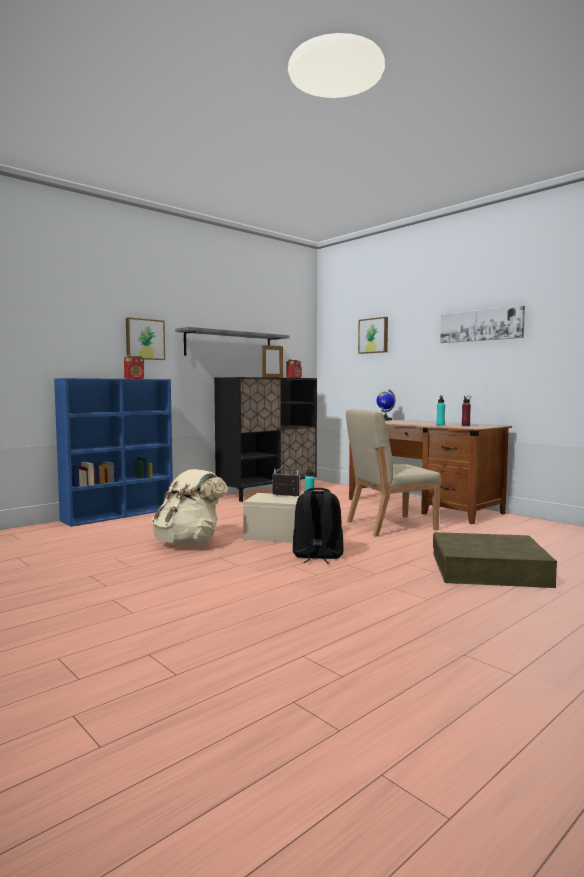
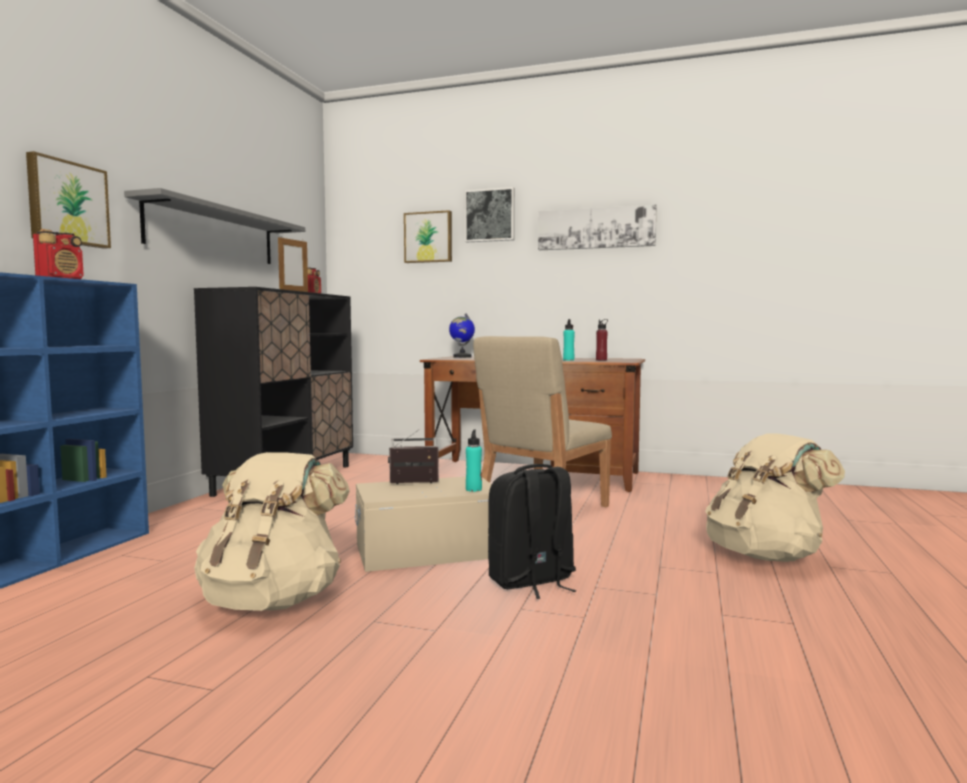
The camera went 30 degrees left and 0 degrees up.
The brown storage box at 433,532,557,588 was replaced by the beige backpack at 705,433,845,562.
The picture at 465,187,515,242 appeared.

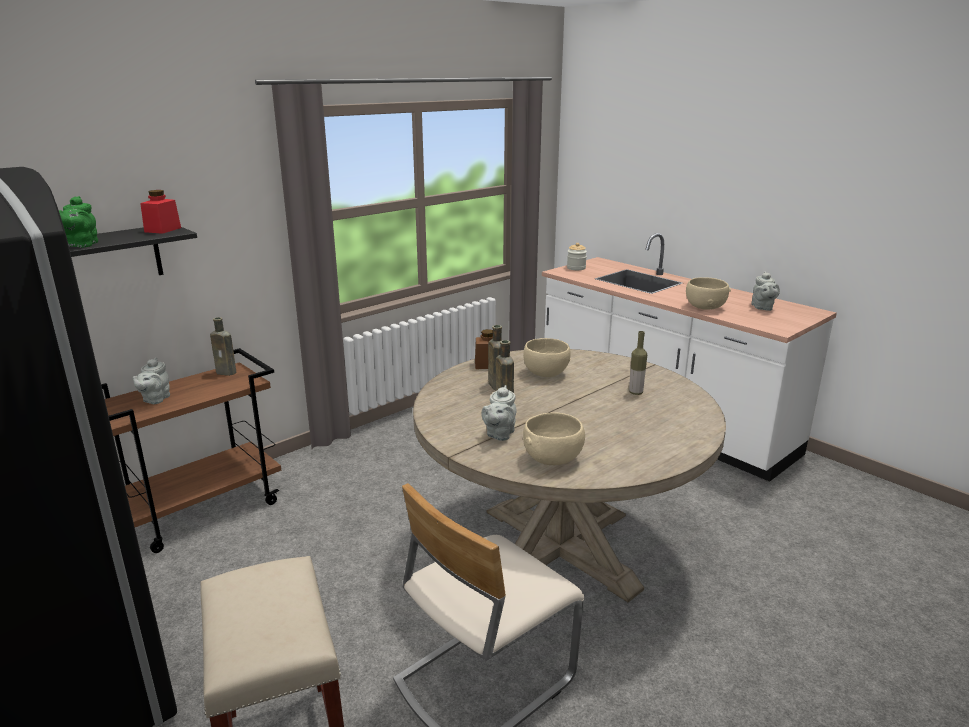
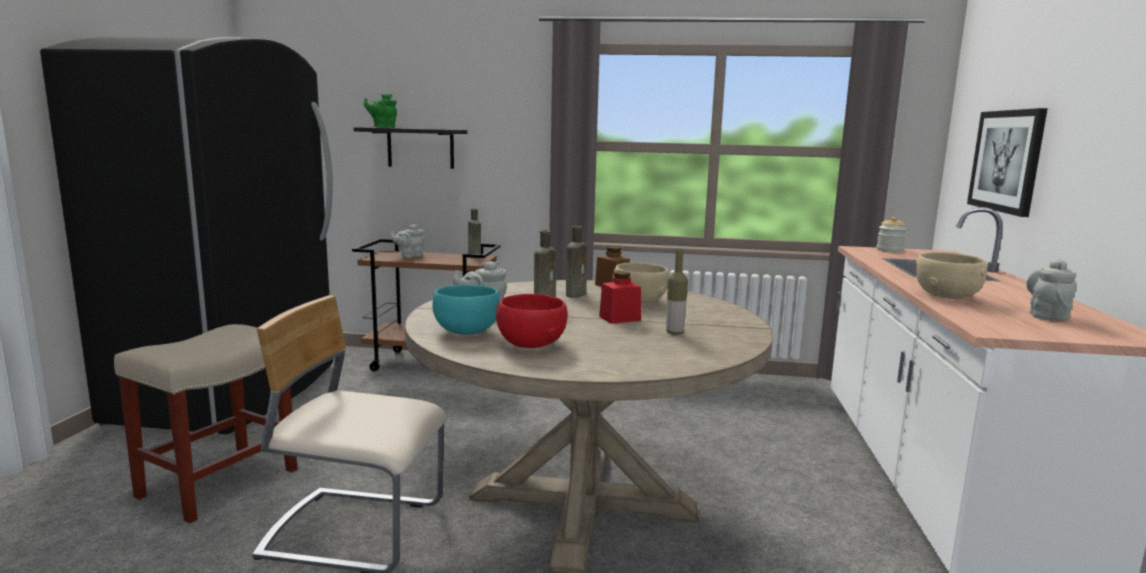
The camera went 50 degrees right and 10 degrees down.
The red jar moved from 140,190,181,234 to 599,271,641,324.
The grey teapot at 751,272,780,311 turned 150 degrees clockwise.
The beige bowl at 523,413,585,465 became the turquoise bowl at 432,285,500,335.
The picture at 967,108,1048,217 appeared.
The red bowl at 496,294,567,348 appeared.

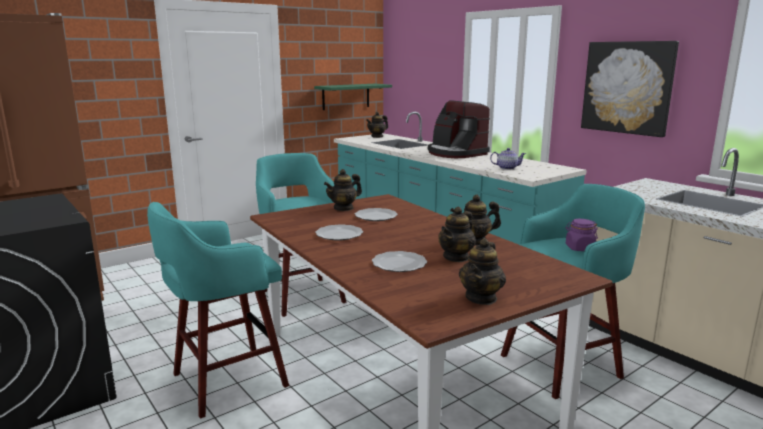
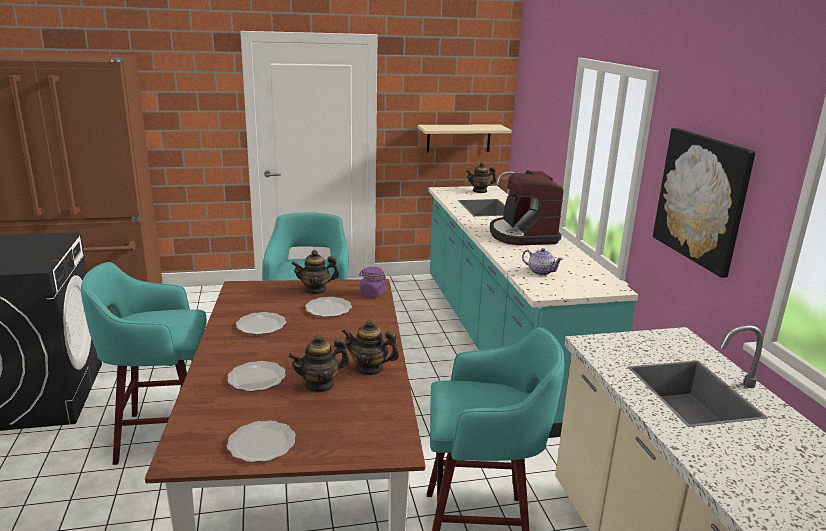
The camera went 25 degrees right and 5 degrees up.
The green shelf at 314,84,392,110 became the beige shelf at 418,125,512,152.
The purple jar moved from 565,219,598,251 to 359,267,387,297.
The teapot at 459,238,506,305 was replaced by the plate at 227,421,296,462.

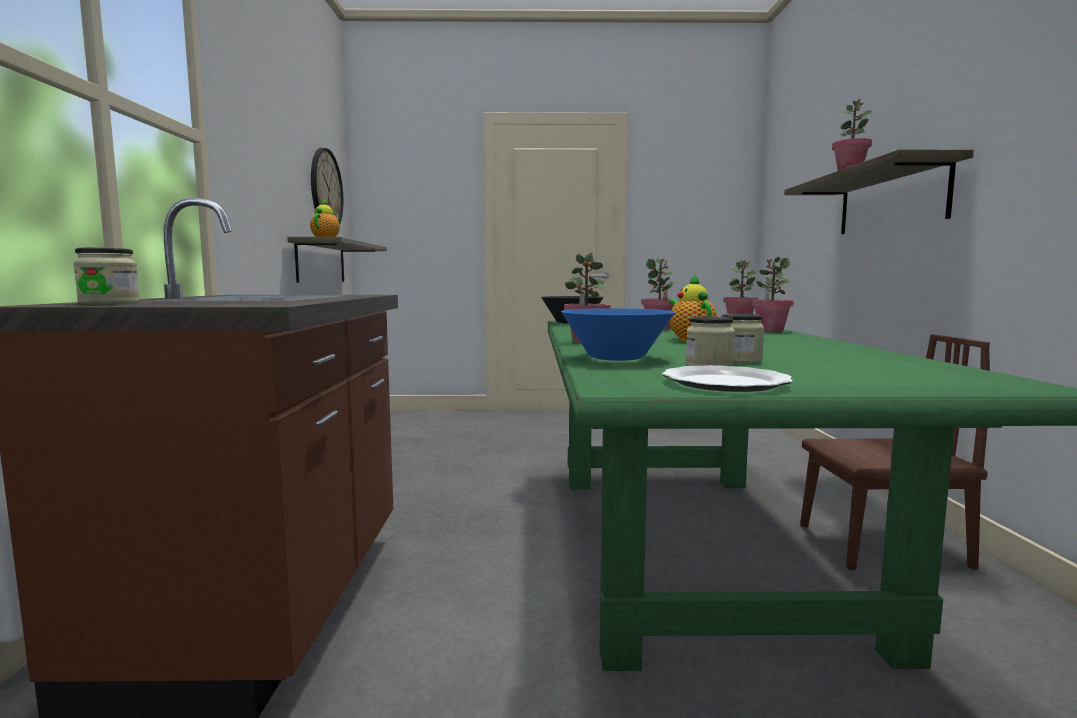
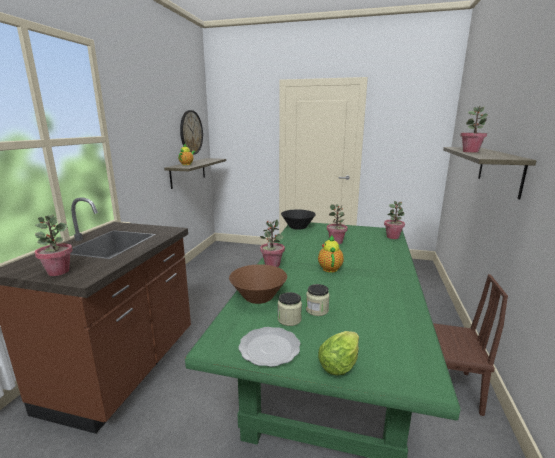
The camera went 15 degrees right and 10 degrees up.
The jar at 73,248,140,304 disappeared.
The potted plant moved from 752,257,794,332 to 34,214,73,276.
The blue bowl at 561,308,675,361 became the brown bowl at 229,264,287,304.
The lettuce at 318,331,359,375 appeared.

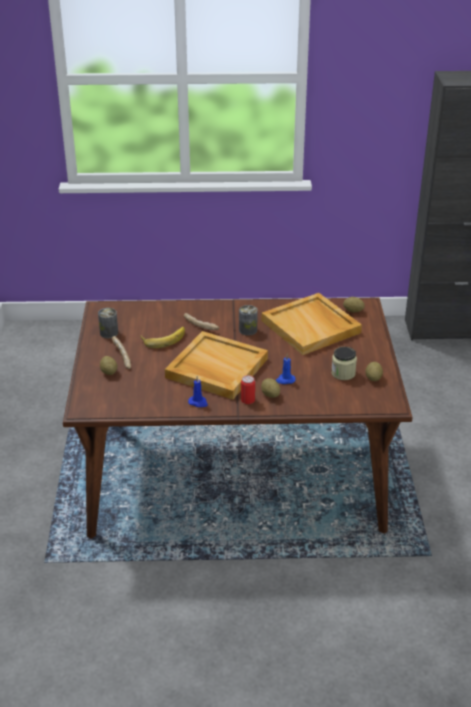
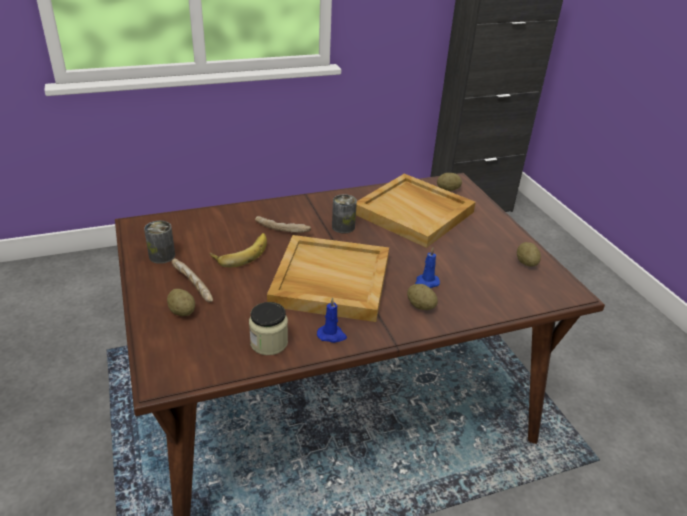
The camera went 20 degrees left and 0 degrees up.
The jar moved from 331,347,357,380 to 249,302,288,355.
The can at 241,375,255,404 disappeared.

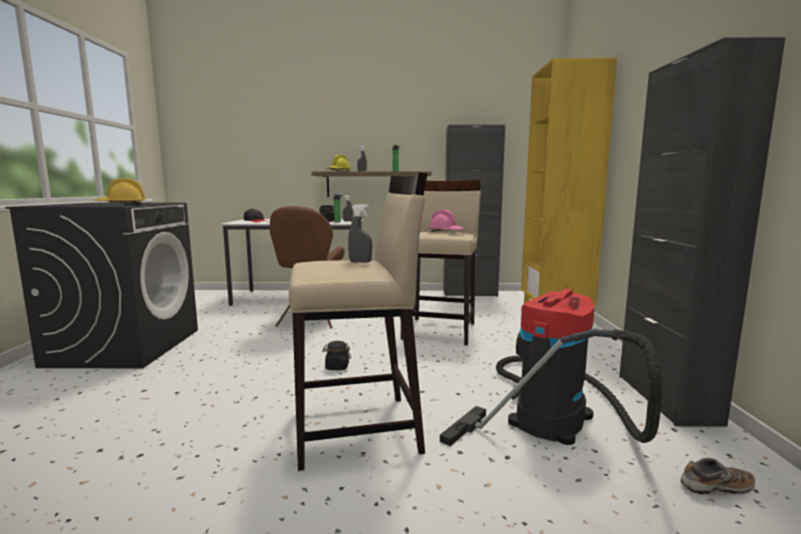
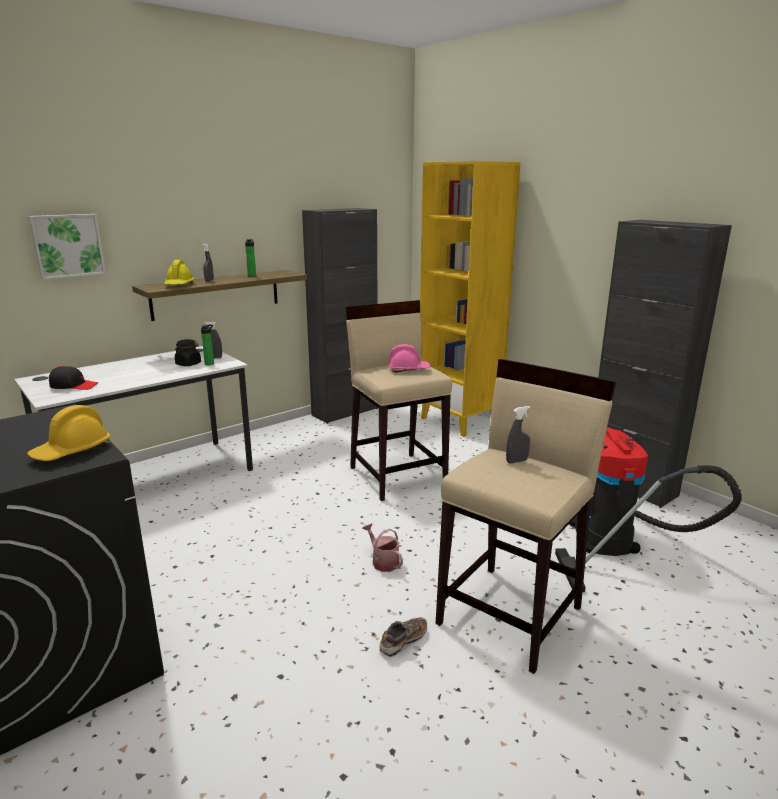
The camera went 40 degrees left and 10 degrees up.
The brown chair at 270,206,345,328 disappeared.
The black jar at 322,341,351,370 was replaced by the watering can at 362,523,403,572.
The shoe moved from 680,458,755,495 to 379,617,427,657.
The picture at 29,214,106,280 appeared.

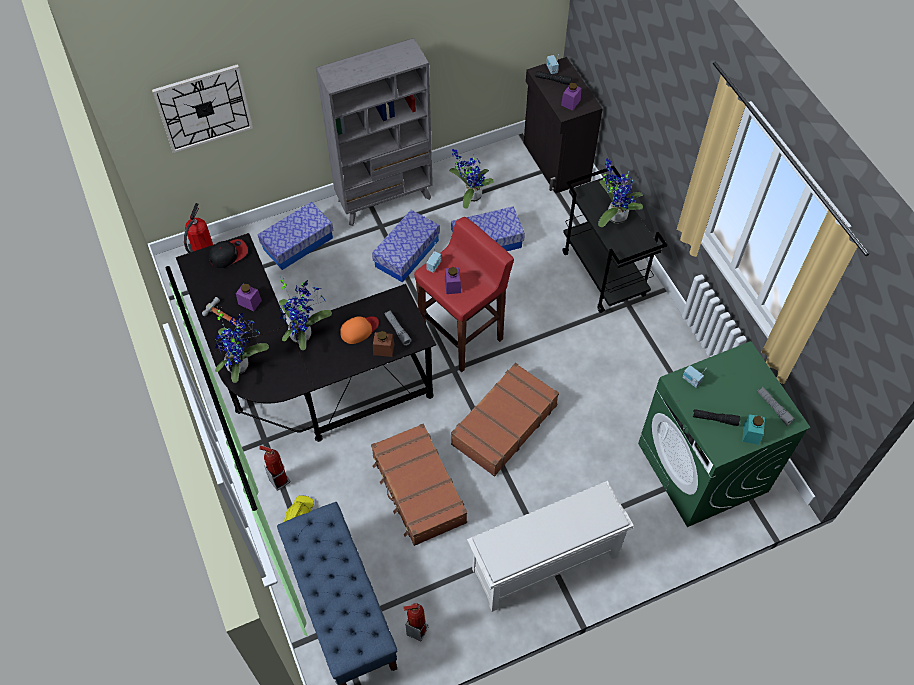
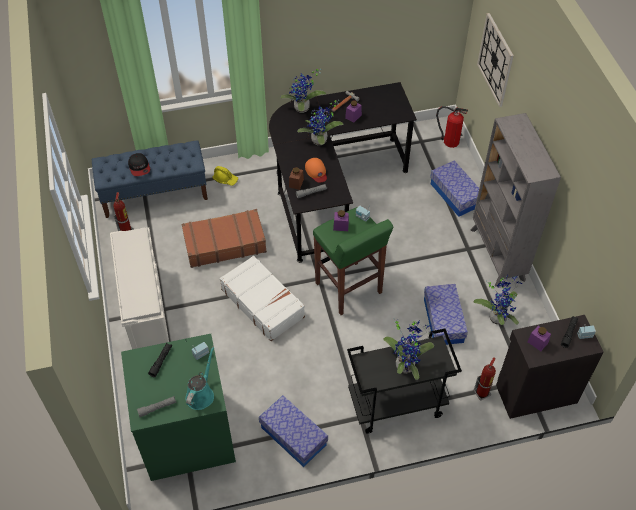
The camera went 100 degrees right and 5 degrees down.
The storage box moved from 372,210,440,283 to 259,395,328,467.
The red stool at 414,217,514,372 became the green stool at 313,207,393,315.
The cap moved from 209,239,248,268 to 128,153,150,176.
The brown suitcase at 451,363,559,477 became the white suitcase at 220,256,305,341.
The turquoise jar at 742,414,765,445 disappeared.
The fire extinguisher moved from 259,445,291,491 to 474,357,496,401.
The turquoise watering can at 185,346,214,410 appeared.

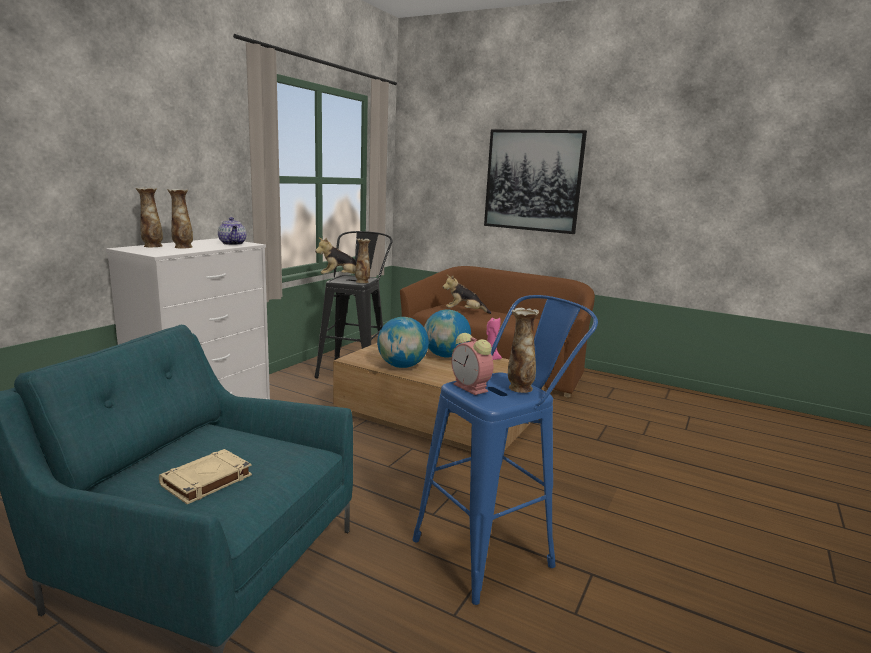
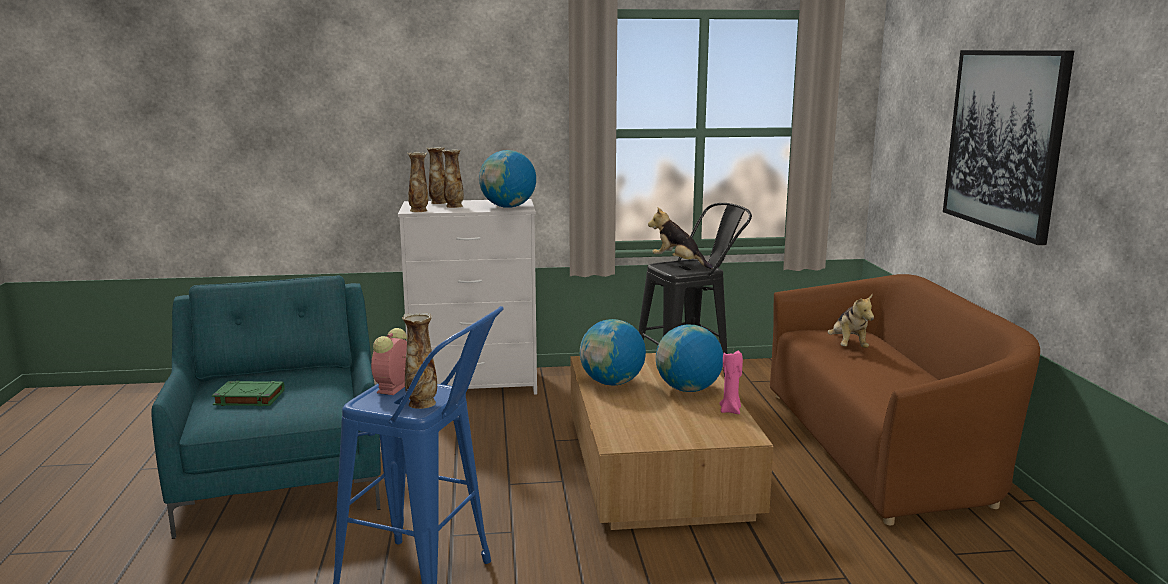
The camera went 55 degrees right and 0 degrees up.
The teapot at 218,217,247,245 was replaced by the globe at 479,150,536,208.
The vase moved from 355,239,371,283 to 407,152,428,212.
The plush toy at 443,275,491,314 turned 150 degrees counterclockwise.
The beige book at 159,449,252,504 became the green book at 212,381,284,406.

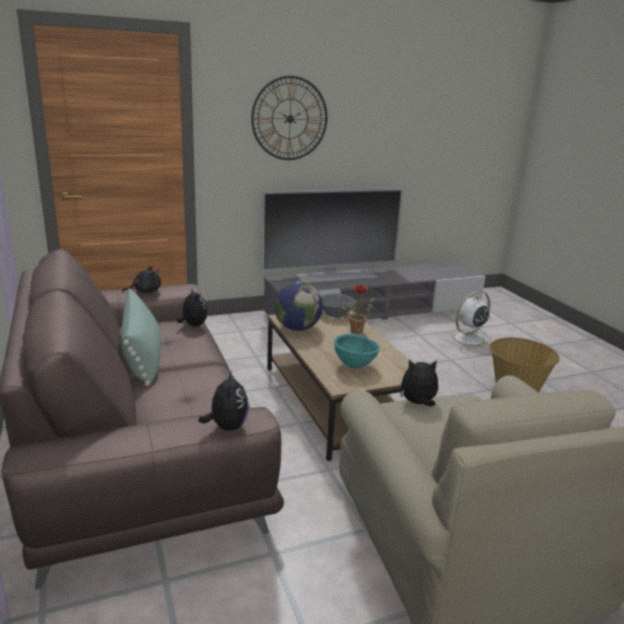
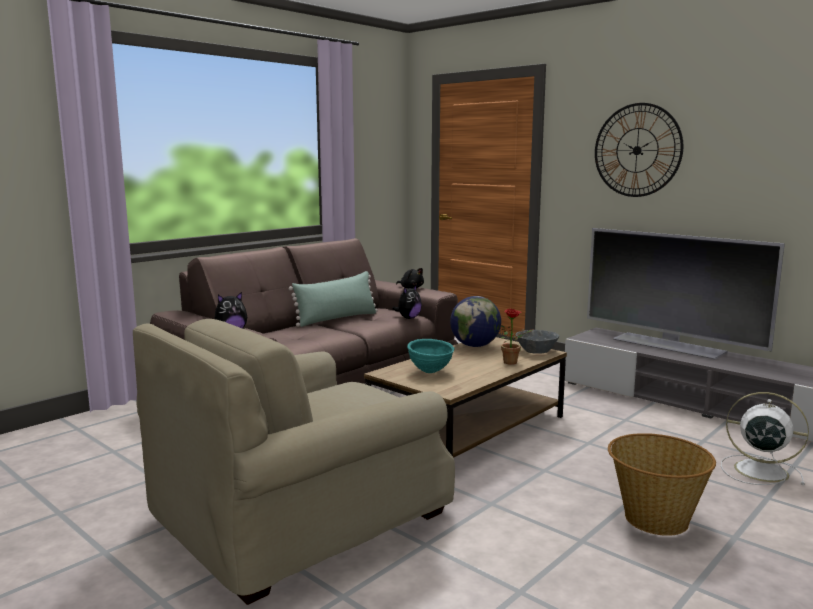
The camera went 65 degrees right and 10 degrees down.
The plush toy at 400,360,438,406 disappeared.

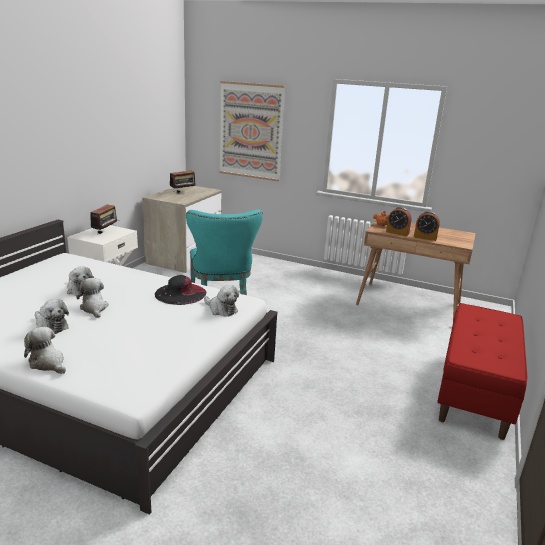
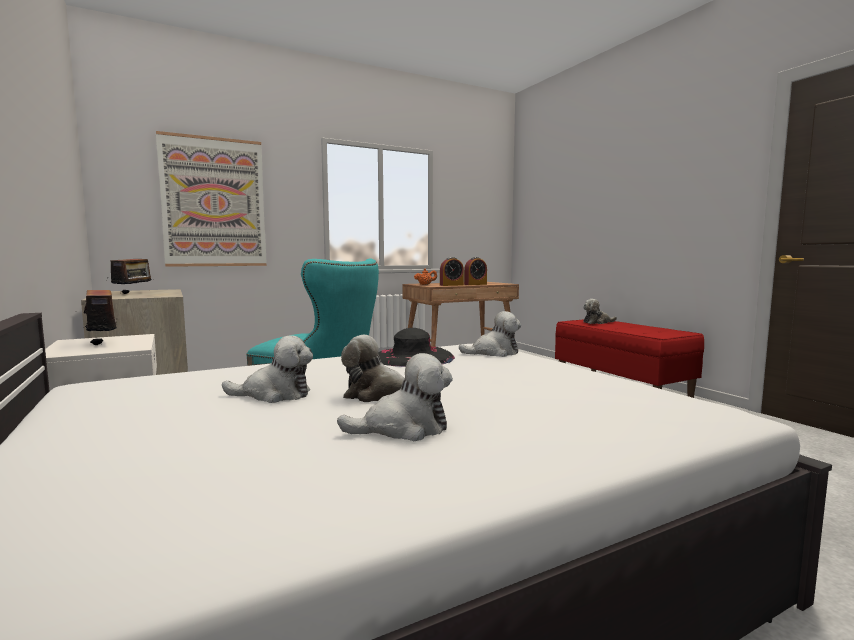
The camera went 50 degrees left and 15 degrees down.
The plush toy moved from 24,327,66,374 to 583,299,617,324.

